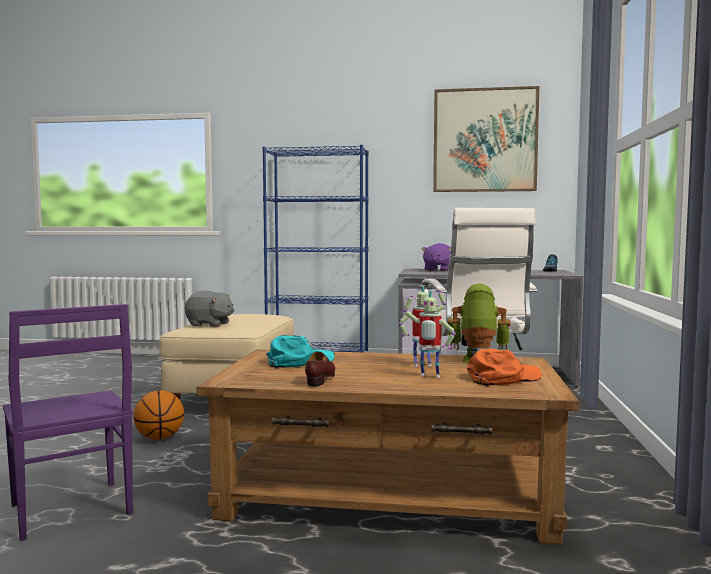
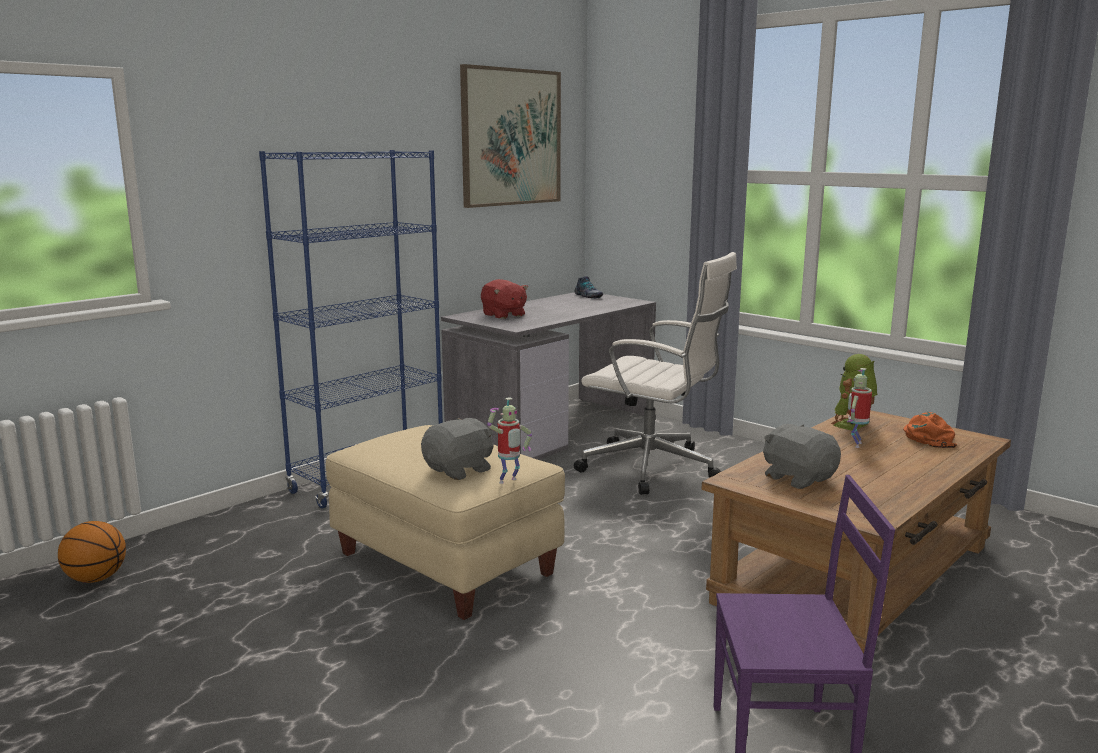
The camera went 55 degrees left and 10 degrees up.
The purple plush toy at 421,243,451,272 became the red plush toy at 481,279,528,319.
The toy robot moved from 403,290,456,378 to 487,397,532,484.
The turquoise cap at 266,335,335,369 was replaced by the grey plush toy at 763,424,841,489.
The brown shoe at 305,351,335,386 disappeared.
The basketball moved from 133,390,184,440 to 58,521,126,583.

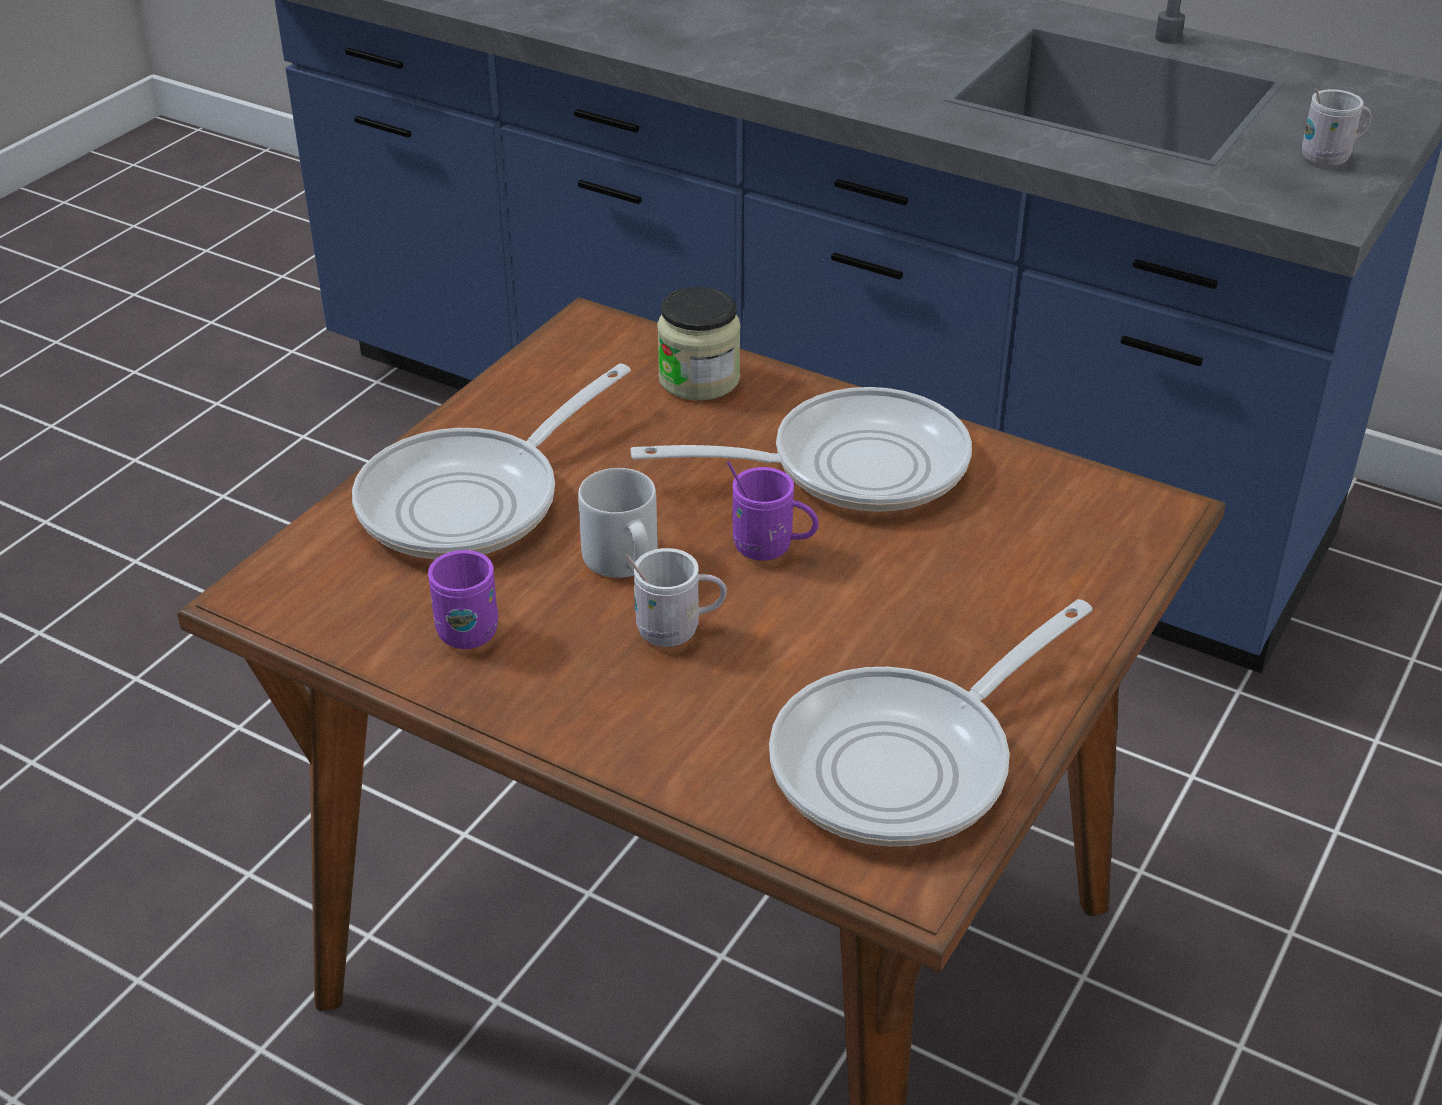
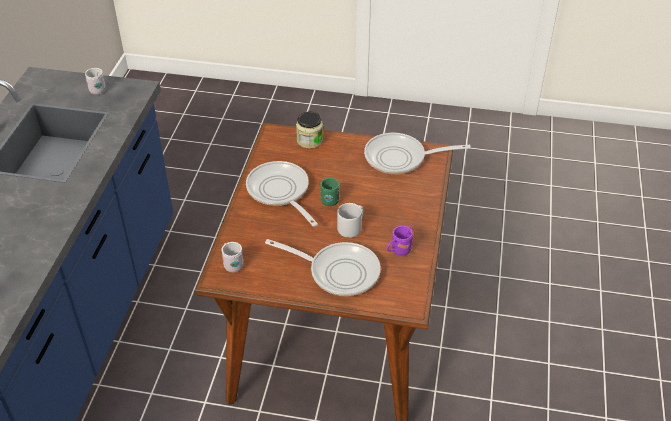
The camera went 110 degrees left and 5 degrees up.
The jar moved from 657,287,741,401 to 296,111,323,149.
The purple mug at 727,462,818,561 became the green mug at 320,178,339,206.
The white mug moved from 626,548,727,647 to 222,242,243,272.
The frying pan at 769,599,1093,846 turned 150 degrees clockwise.

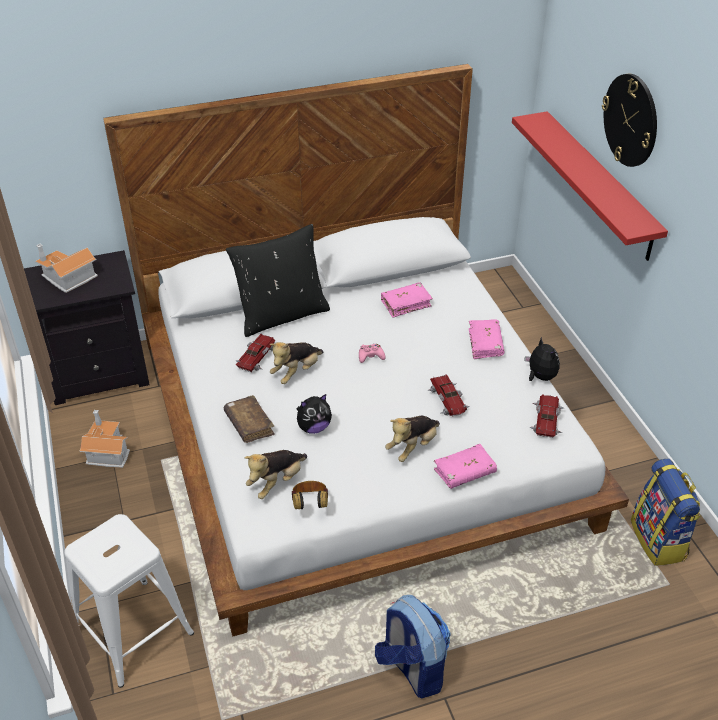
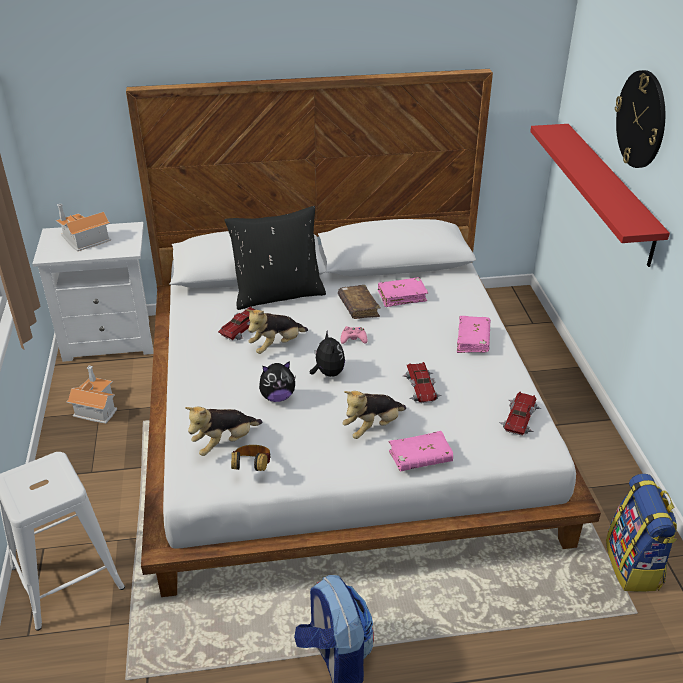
The camera went 10 degrees right and 5 degrees down.
The black nightstand at 24,250,150,405 became the white nightstand at 33,222,154,362.
The plush toy moved from 525,337,560,381 to 310,330,345,377.
The brown book moved from 224,395,275,443 to 338,285,381,319.

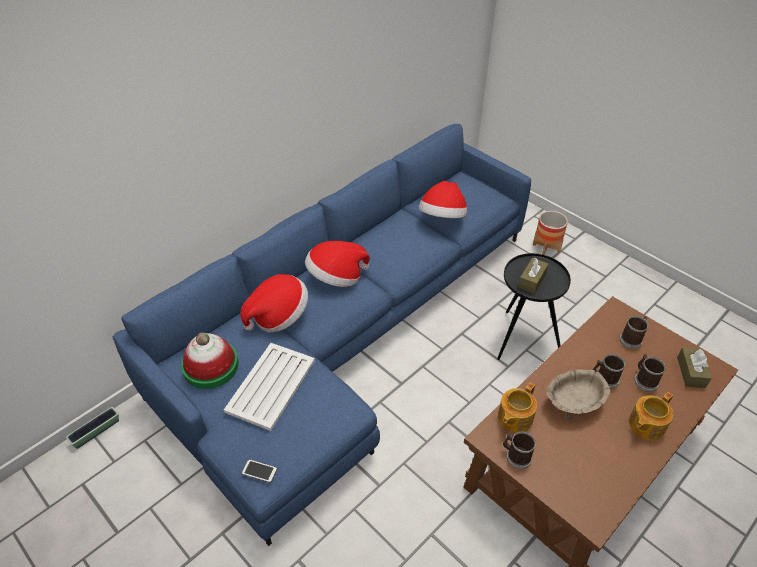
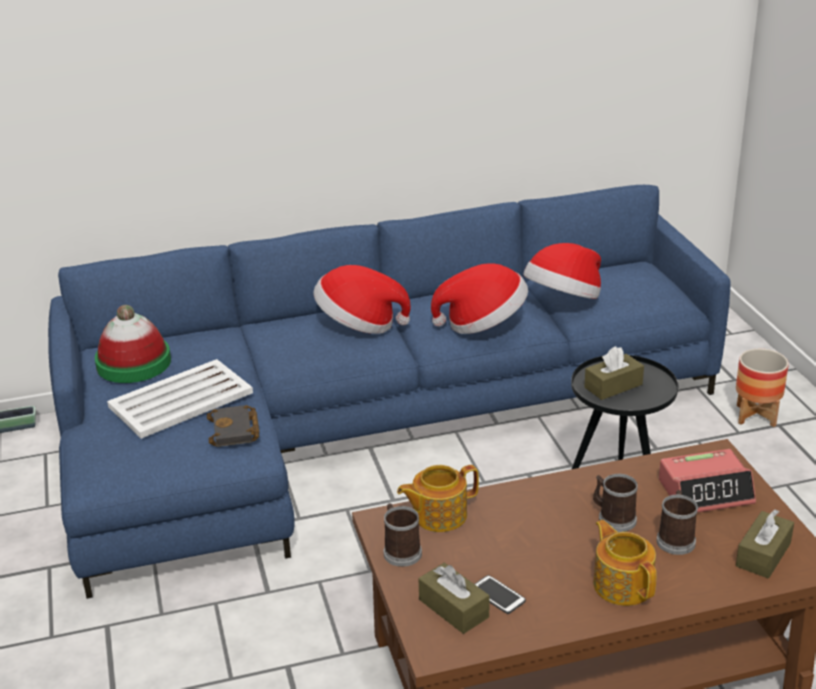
The camera went 30 degrees right and 15 degrees down.
The hat moved from 241,274,308,332 to 431,263,528,334.
The mug at 620,316,648,349 was replaced by the alarm clock at 659,449,756,513.
The beige bowl at 546,369,611,420 disappeared.
The teapot at 629,392,673,440 turned 75 degrees clockwise.
The phone moved from 242,459,277,483 to 475,575,526,614.
The black book at 207,405,259,447 appeared.
The brown tissue box at 418,563,489,634 appeared.

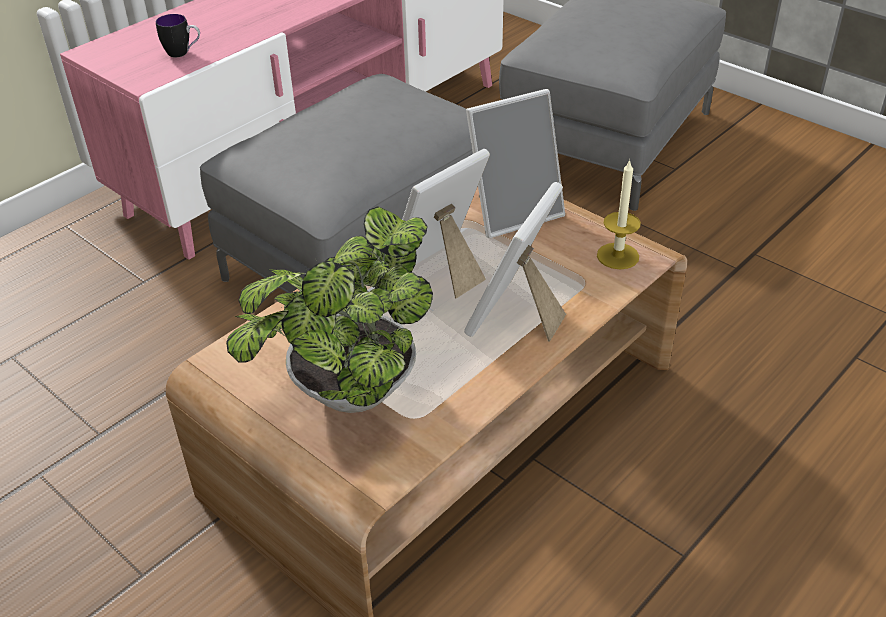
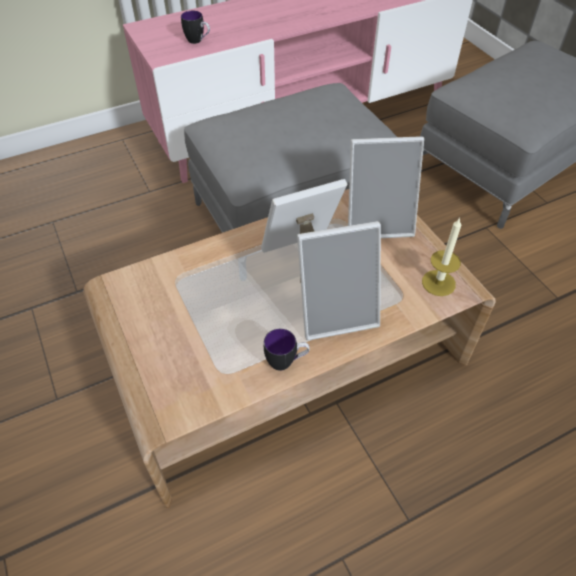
The camera went 20 degrees right and 10 degrees up.
The picture frame at 464,182,566,342 turned 150 degrees counterclockwise.
The potted plant at 226,206,433,413 disappeared.
The mug at 264,329,310,371 appeared.

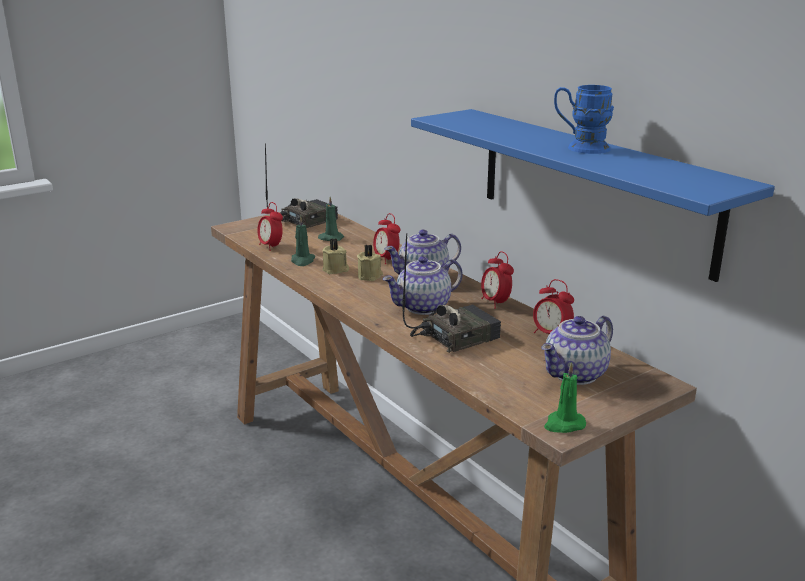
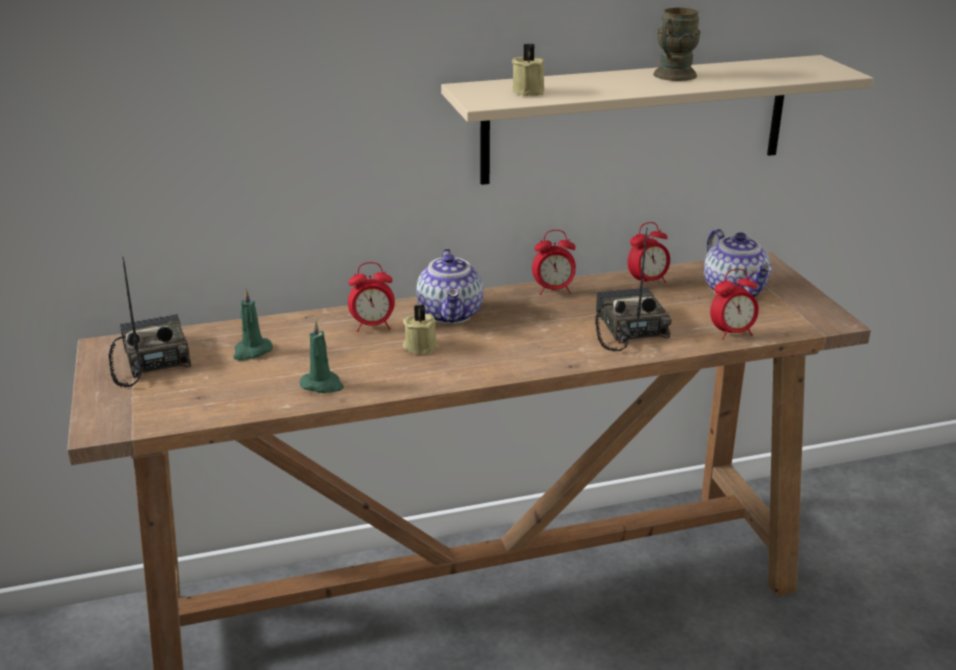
The camera went 70 degrees left and 5 degrees up.
The blue mug at 554,85,614,154 became the brown mug at 653,8,701,81.
The blue shelf at 411,109,775,282 became the beige shelf at 441,55,874,185.
The alarm clock moved from 257,202,283,251 to 710,269,759,340.
The beige candle moved from 322,238,349,274 to 512,44,544,96.
The teapot at 383,256,463,315 disappeared.
The green candle at 544,363,586,433 disappeared.

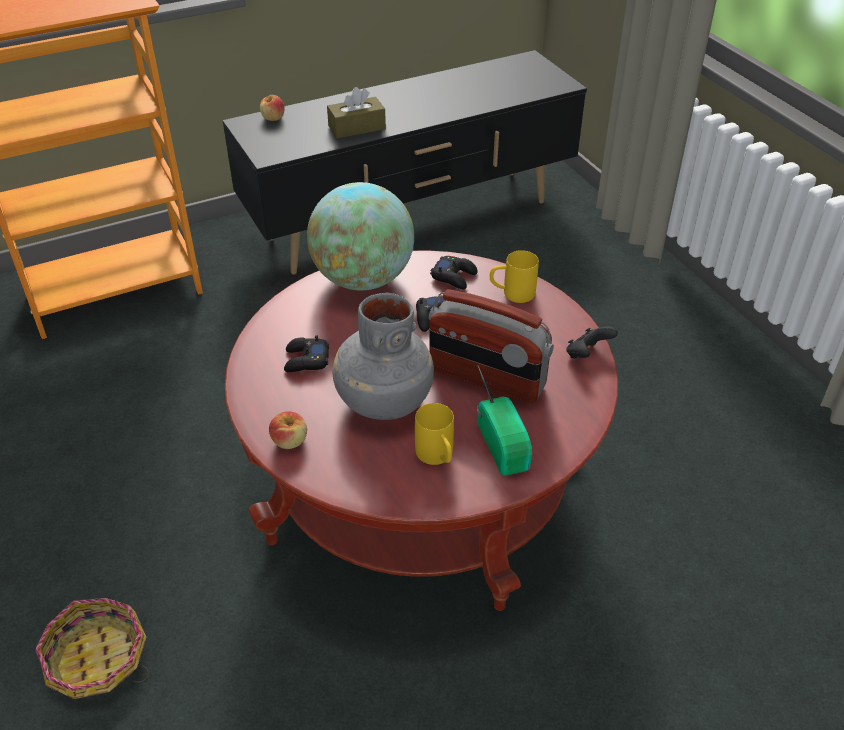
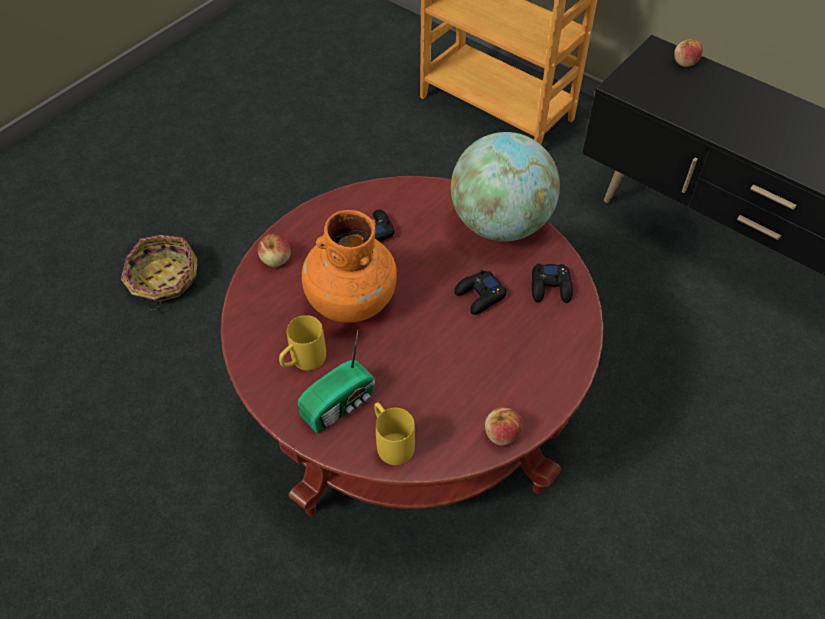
The camera went 65 degrees right and 10 degrees up.
The brown tissue box at 327,87,386,139 disappeared.
The yellow mug moved from 490,250,539,303 to 374,402,415,465.
The radio at 429,289,554,404 disappeared.
The grey vase at 332,293,434,420 became the orange vase at 302,210,397,323.
The black game controller at 566,326,618,359 was replaced by the apple at 485,407,523,446.

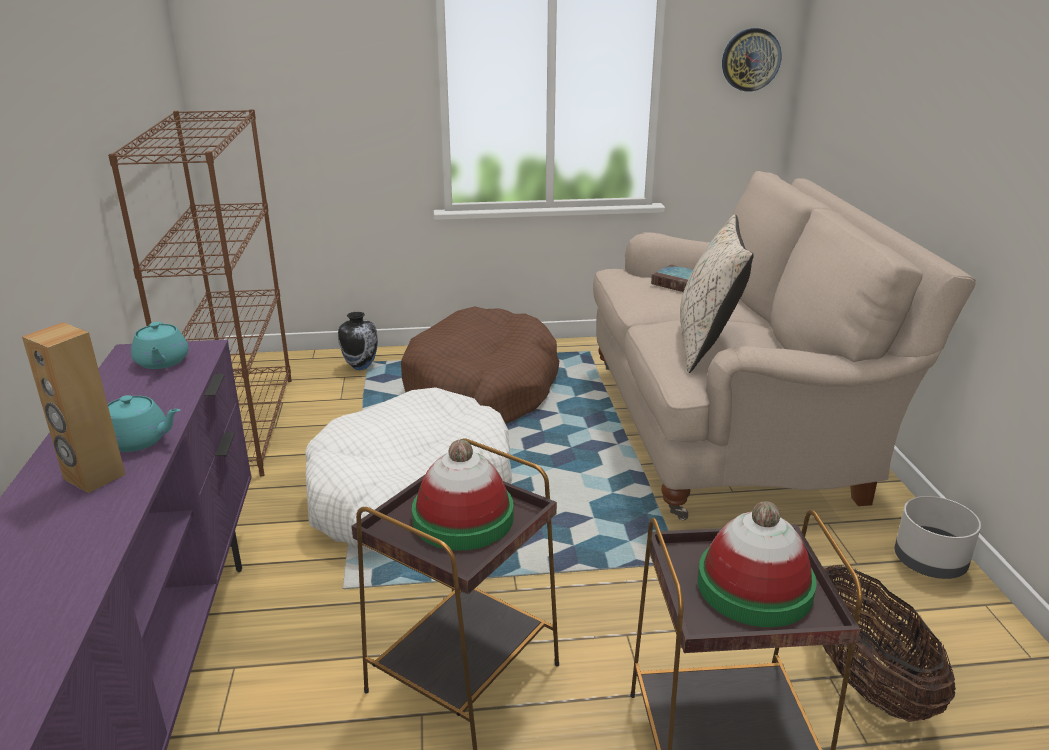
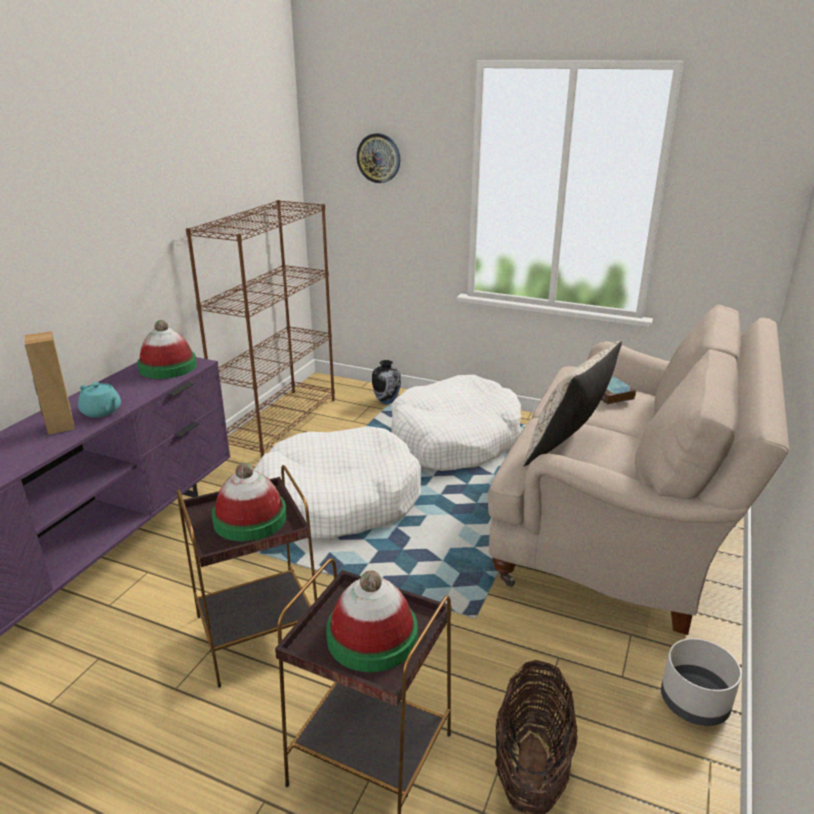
The camera went 30 degrees right and 0 degrees up.
The wall clock moved from 722,28,782,92 to 356,133,401,183.
The brown dog bed at 401,306,559,424 became the white dog bed at 391,375,521,471.
The turquoise teapot at 131,322,189,369 was replaced by the hat at 137,320,197,379.

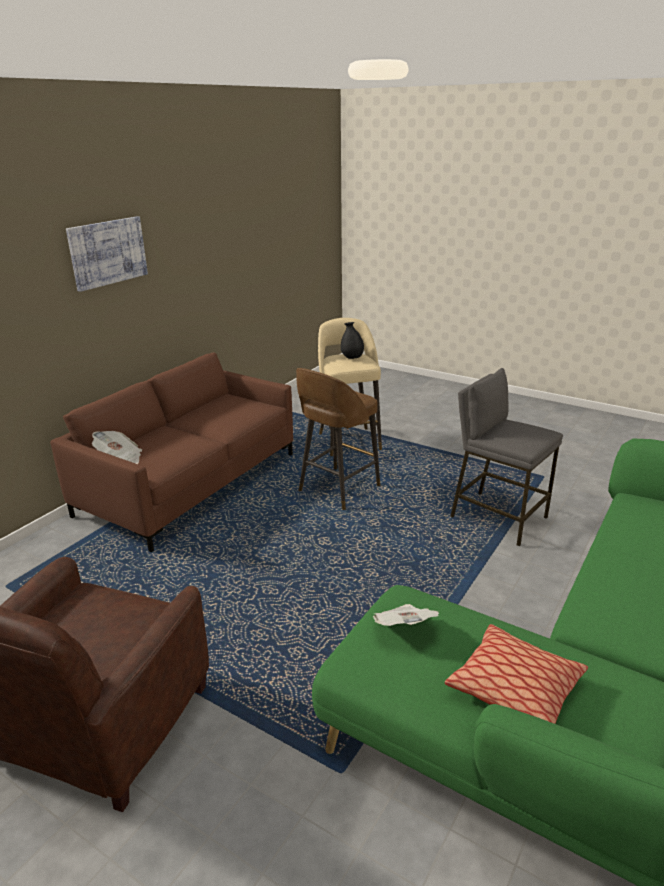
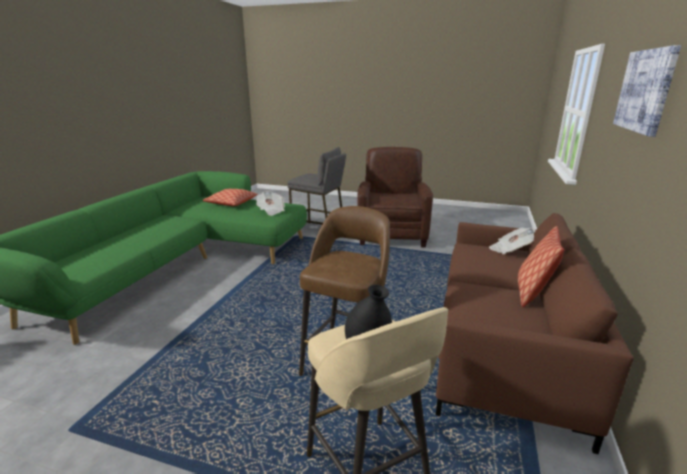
The camera went 165 degrees right and 5 degrees down.
The grey stool moved from 450,368,563,546 to 287,147,346,225.
The pillow at 518,226,564,307 appeared.

